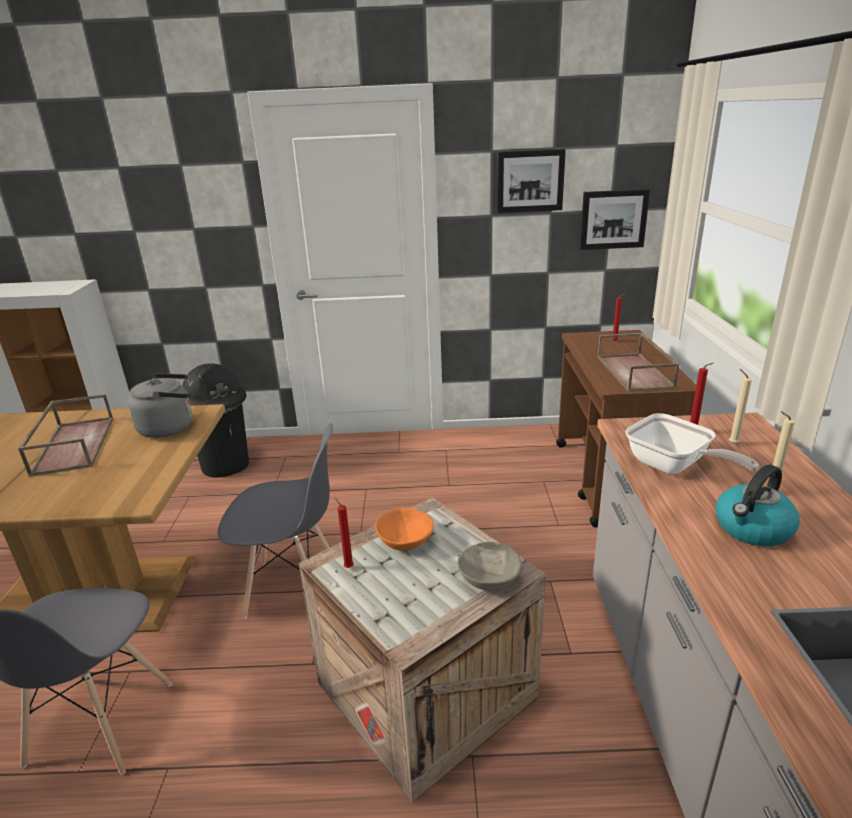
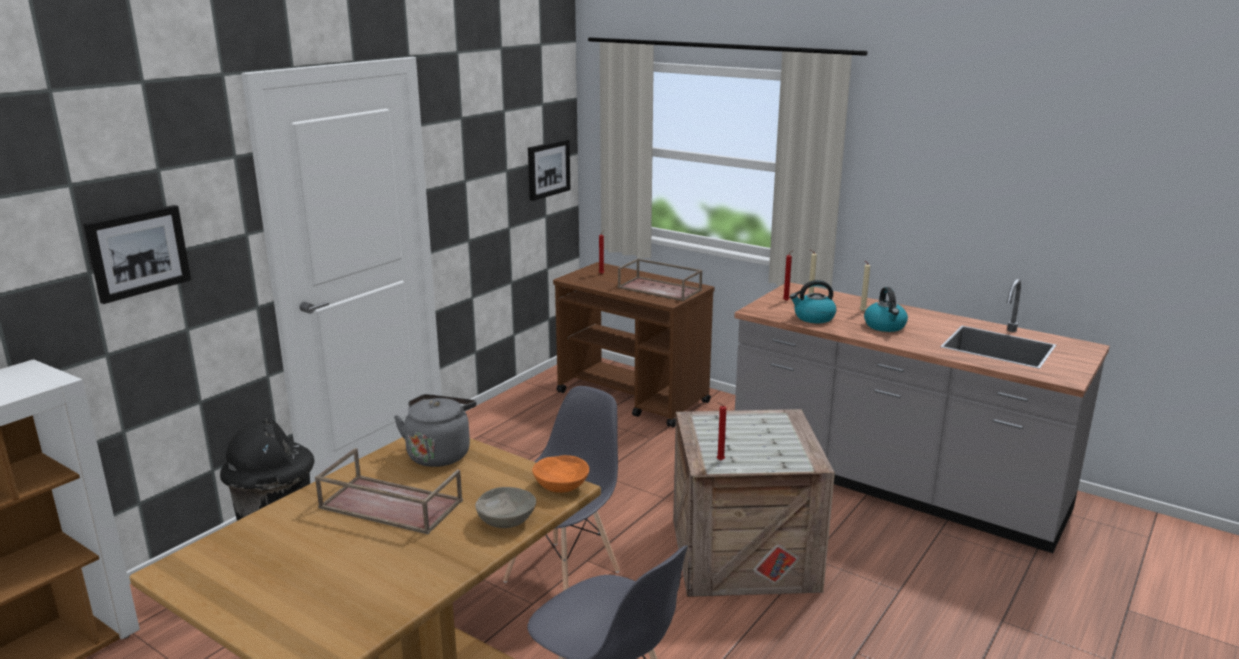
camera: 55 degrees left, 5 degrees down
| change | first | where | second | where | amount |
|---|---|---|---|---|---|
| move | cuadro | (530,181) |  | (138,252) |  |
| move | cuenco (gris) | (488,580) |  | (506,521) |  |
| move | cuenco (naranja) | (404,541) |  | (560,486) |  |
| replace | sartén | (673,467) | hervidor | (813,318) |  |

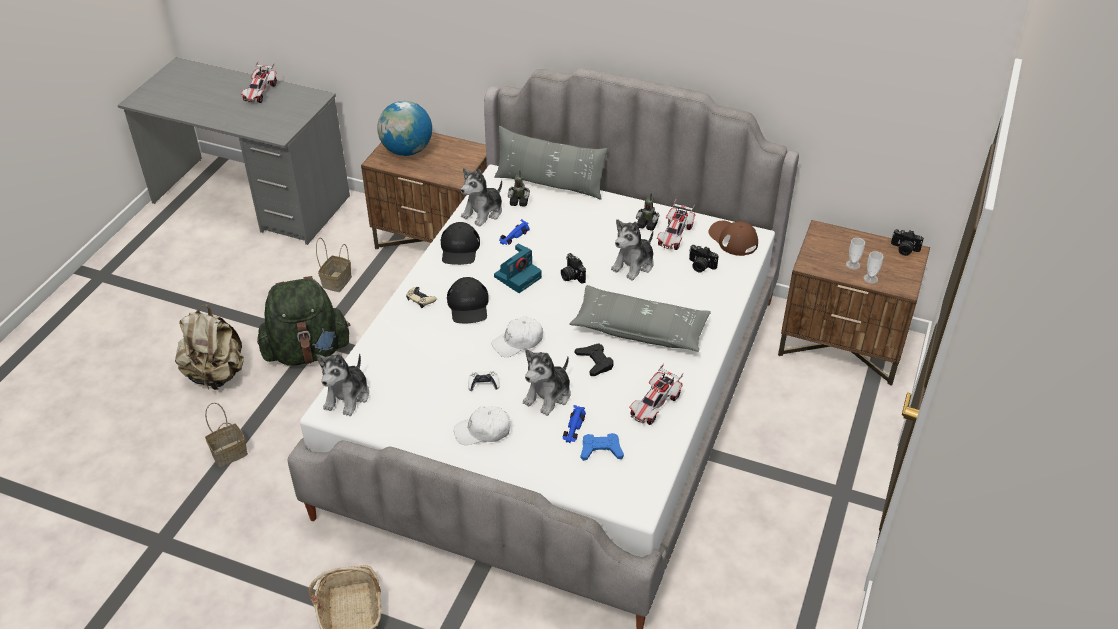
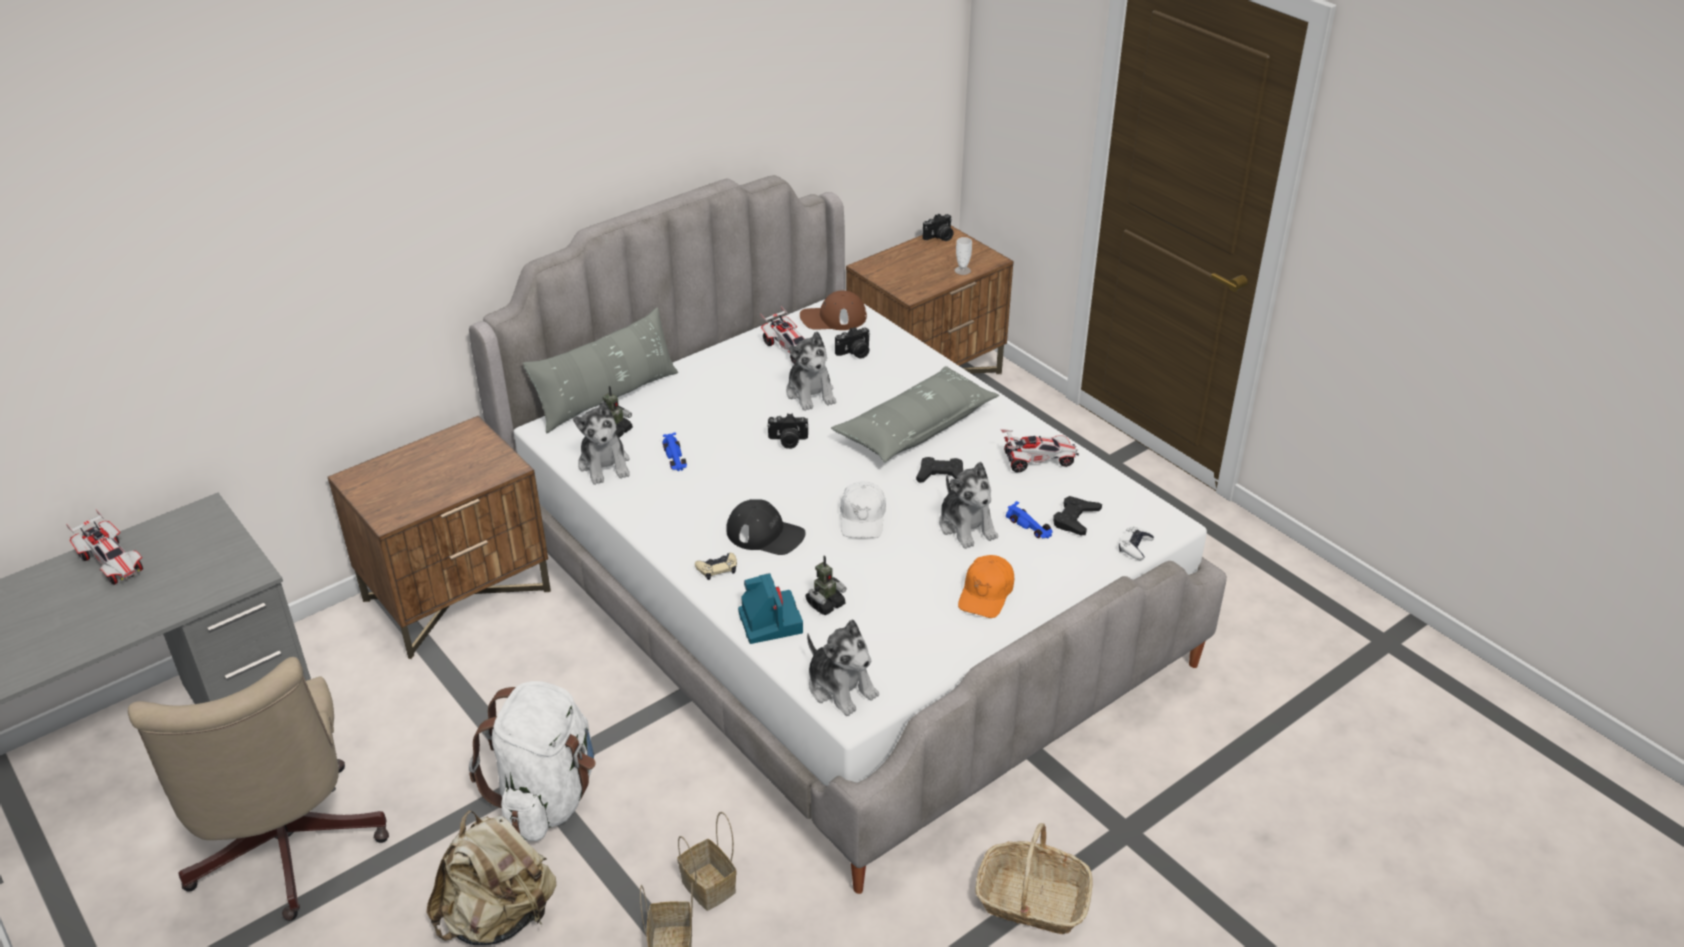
camera: 60 degrees left, 5 degrees down
| change | first | where | second | where | amount |
|---|---|---|---|---|---|
| insert |  |  | silla de oficina (beis) | (285,853) |  |
| recolor | mochila (verde) | (307,352) | mochila (blanco) | (547,797) |  |
| move | cesta | (337,282) |  | (710,887) |  |
| move | cámara | (518,276) |  | (769,621) |  |
| move | robot de juguete | (647,225) |  | (825,604) |  |
| recolor | gorra (blanco) | (483,431) | gorra (naranja) | (986,594) |  |
| rotate | coche de juguete | (655,406) |  | (1038,461) | 75 degrees counterclockwise |
| recolor | mando de consola (azul) | (601,450) | mando de consola (negro) | (1075,519) |  |
| move | mando de consola (blanco) | (483,384) |  | (1135,546) |  |
| delete | globo terráqueo | (407,151) |  |  |  |
| delete | gorra (negro) | (459,249) |  |  |  |
| delete | taza | (852,265) |  |  |  |

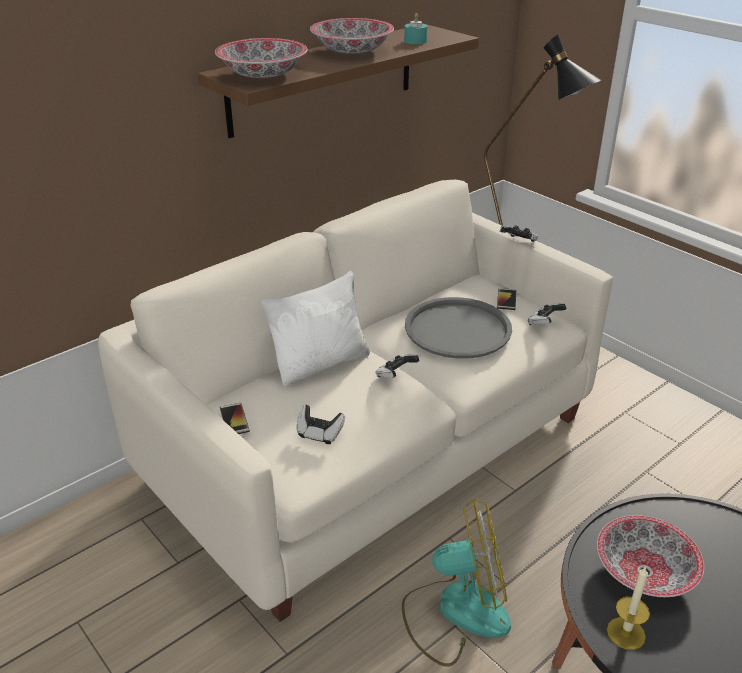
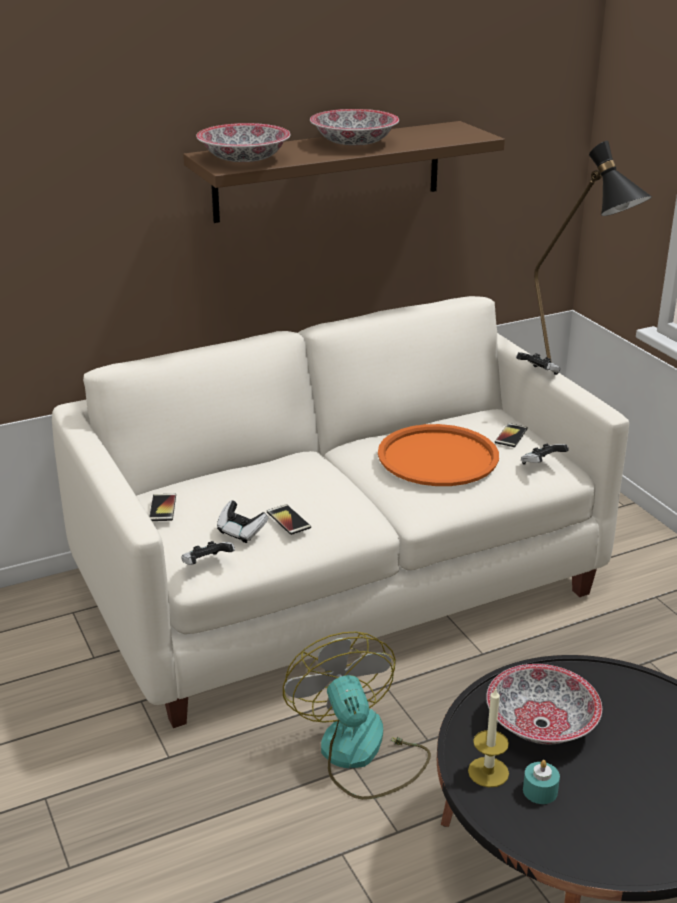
camera: 15 degrees right, 5 degrees down
| change | first | where | second | where | amount |
|---|---|---|---|---|---|
| move | mando de consola | (395,375) |  | (207,565) |  |
| insert |  |  | móvil | (288,520) |  |
| rotate | ventilador | (456,611) |  | (360,754) | 120 degrees counterclockwise |
| recolor | bandeja (gris) | (457,329) | bandeja (naranja) | (437,457) |  |
| move | vela (turquesa) | (415,41) |  | (540,791) |  |
| delete | cojín (blanco) | (320,363) |  |  |  |

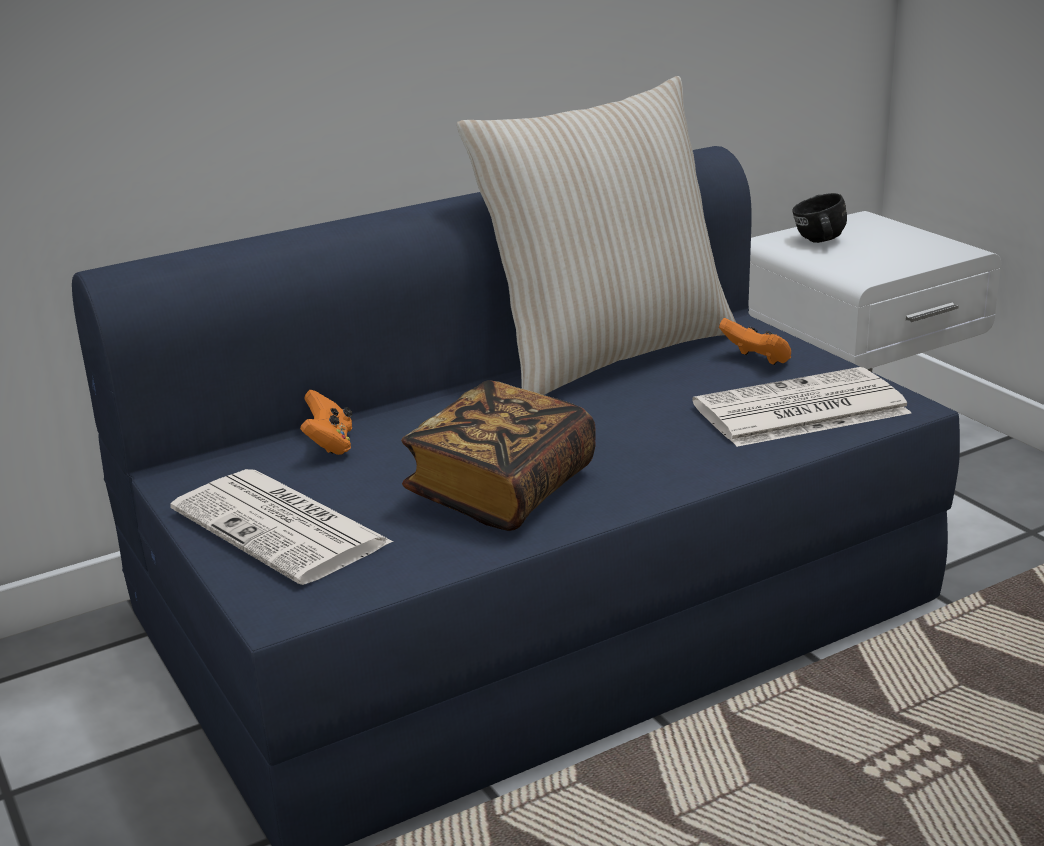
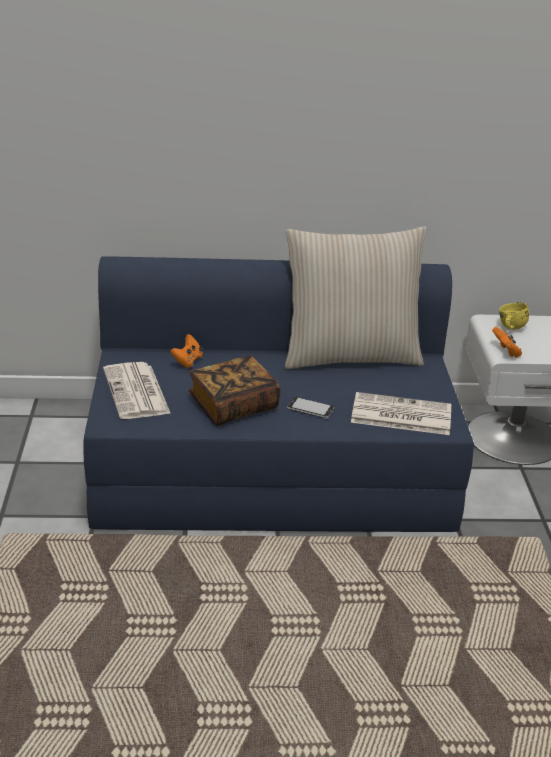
camera: 25 degrees right, 5 degrees up
| change | first | where | second | where | amount |
|---|---|---|---|---|---|
| insert |  |  | móvil | (310,409) |  |
| move | mando de consola (naranja) | (757,360) |  | (506,352) |  |
| recolor | taza grande (negro) | (818,242) | taza grande (amarillo) | (509,328) |  |

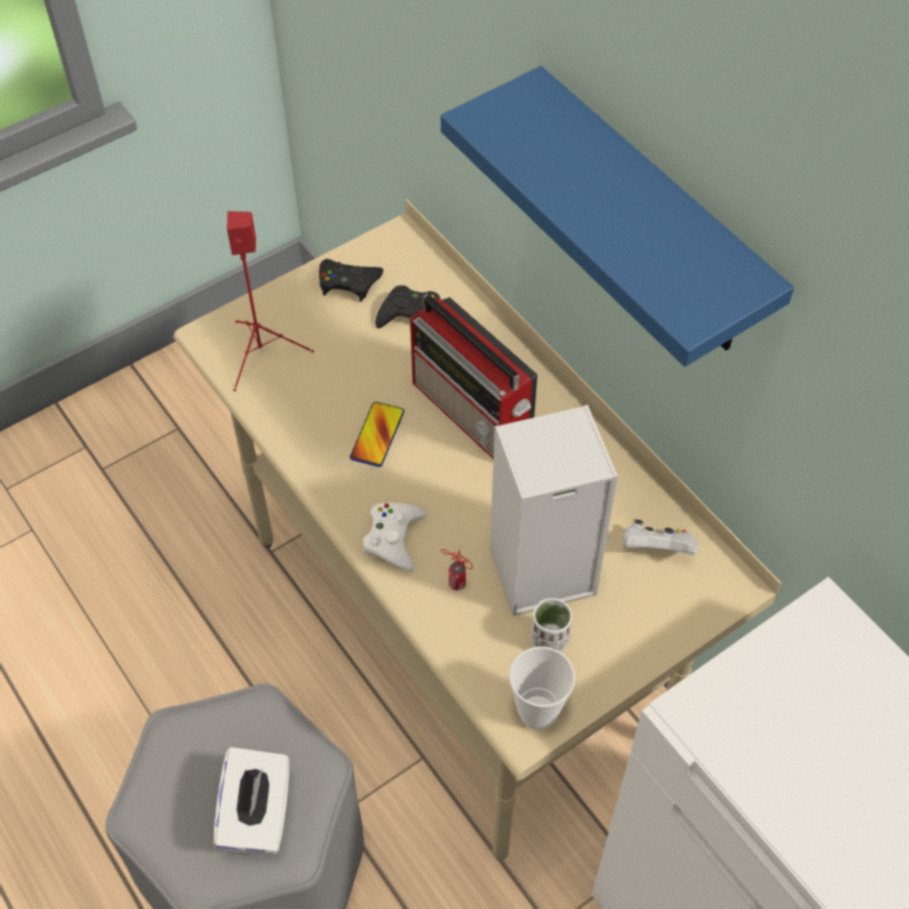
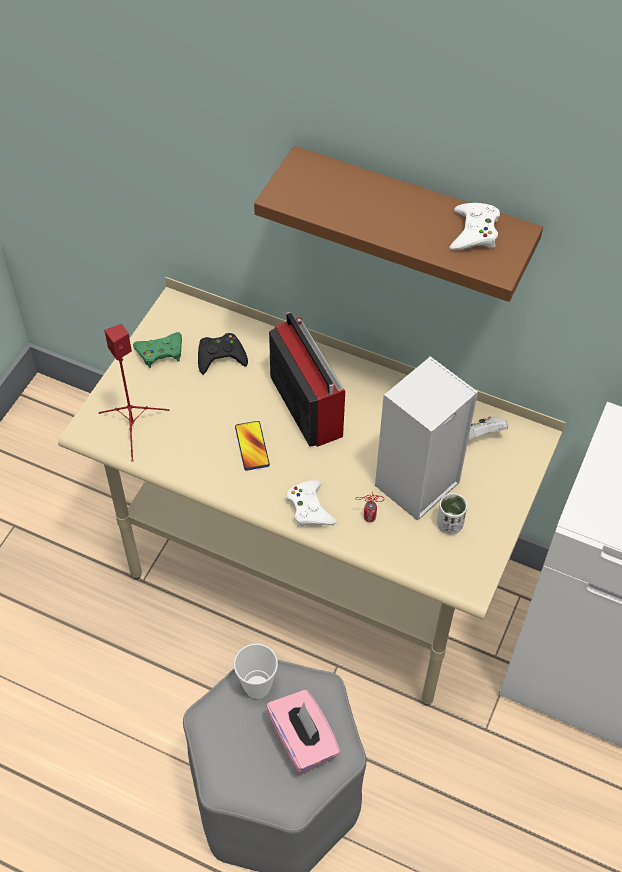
camera: 30 degrees left, 0 degrees up
| change | first | where | second | where | amount |
|---|---|---|---|---|---|
| recolor | mando de consola (negro) | (348,283) | mando de consola (verde) | (160,352) |  |
| move | taza | (537,712) |  | (257,687) |  |
| recolor | estante (azul) | (651,220) | estante (marrón) | (411,220) |  |
| recolor | caja de pañuelos (blanco) | (258,815) | caja de pañuelos (rosa) | (303,741) |  |
| rotate | radio | (473,414) |  | (305,403) | 135 degrees counterclockwise |
| insert |  |  | mando de consola (blanco) | (474,232) |  |

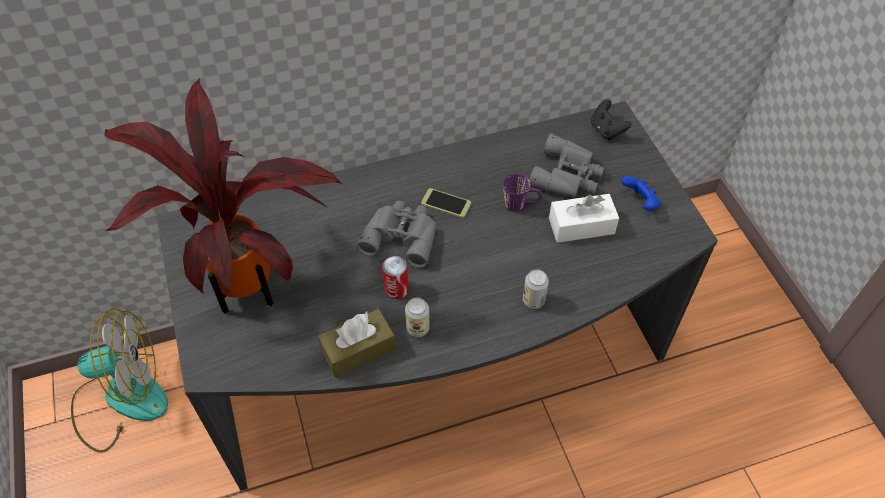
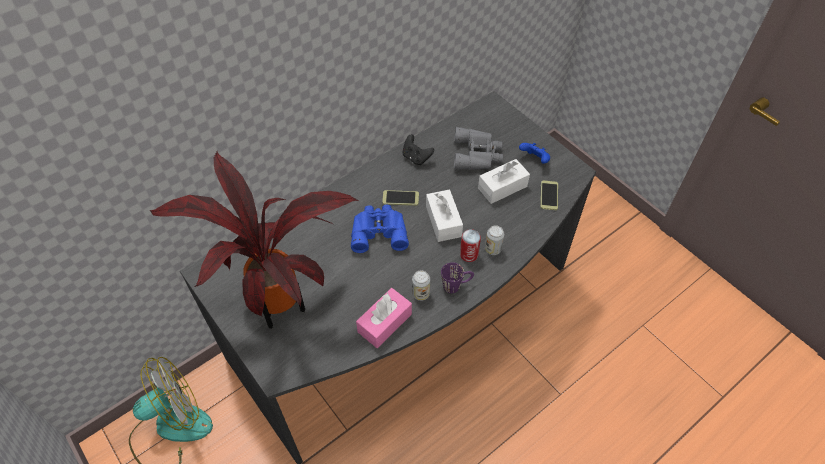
camera: 20 degrees left, 0 degrees up
| change | first | where | second | where | amount |
|---|---|---|---|---|---|
| recolor | prismáticos (gris) | (401,235) | prismáticos (azul) | (378,231) |  |
| recolor | caja de pañuelos (marrón) | (358,350) | caja de pañuelos (rosa) | (384,323) |  |
| move | mando de consola (negro) | (606,130) |  | (416,158) |  |
| insert |  |  | caja de pañuelos (blanco) | (443,221) |  |
| move | taza grande (morado) | (521,204) |  | (456,285) |  |
| move | lata | (396,289) |  | (469,254) |  |
| insert |  |  | móvil | (549,195) |  |

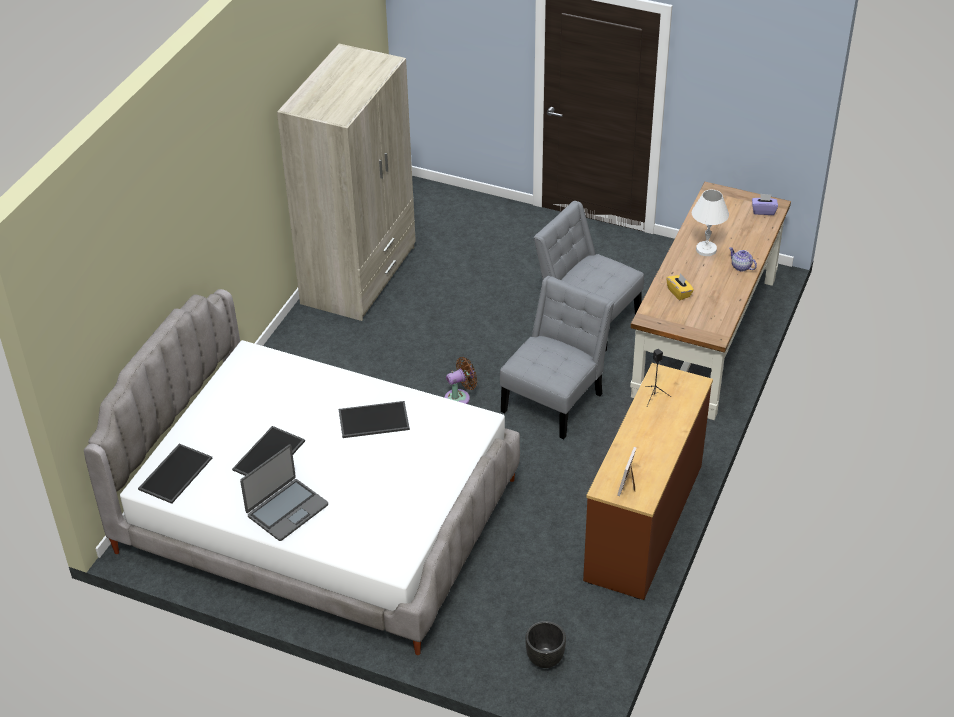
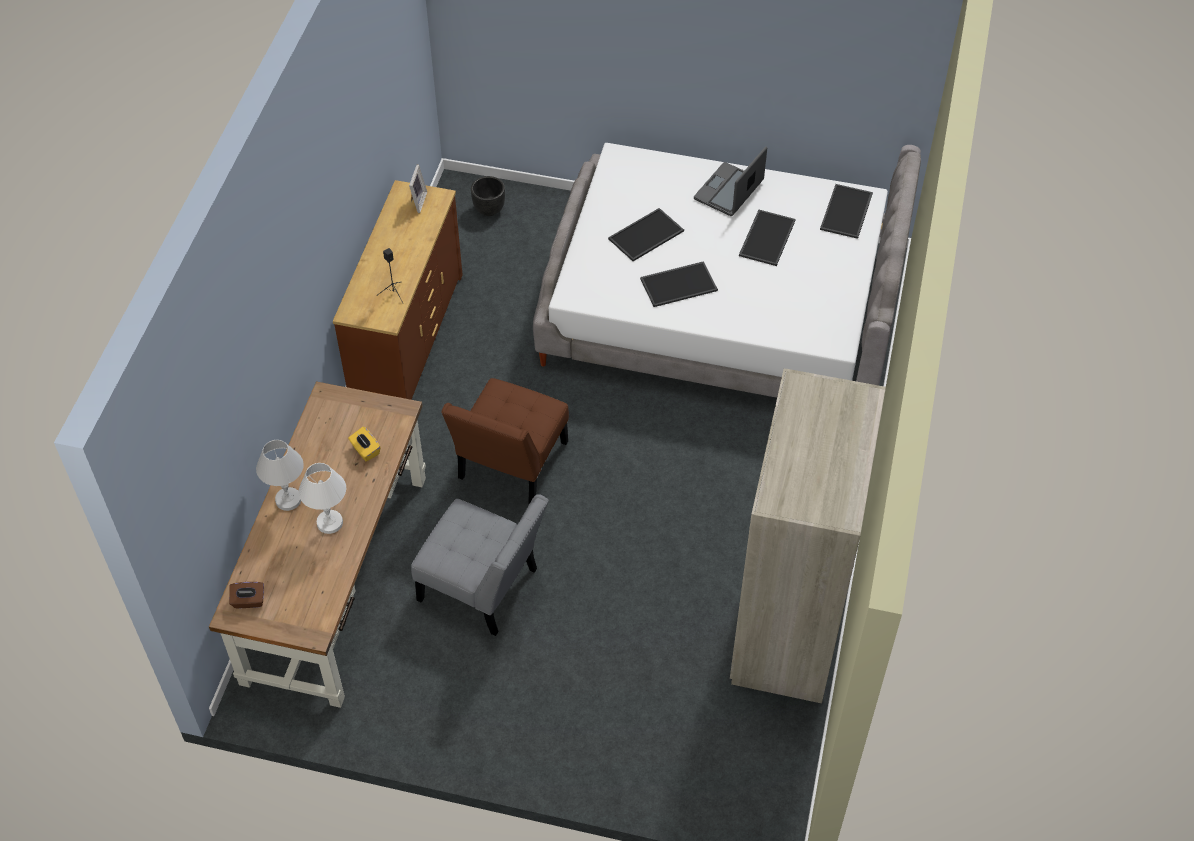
camera: 170 degrees right, 10 degrees up
| change | first | where | second | where | amount |
|---|---|---|---|---|---|
| recolor | caja de pañuelos (morado) | (763,211) | caja de pañuelos (marrón) | (248,601) |  |
| replace | tetera | (741,267) | lámpara de mesa (blanco) | (288,499) |  |
| recolor | silla (gris) | (555,399) | silla (marrón) | (510,465) |  |
| insert |  |  | bandeja | (646,236) |  |
| delete | ventilador (marrón) | (460,397) |  |  |  |

